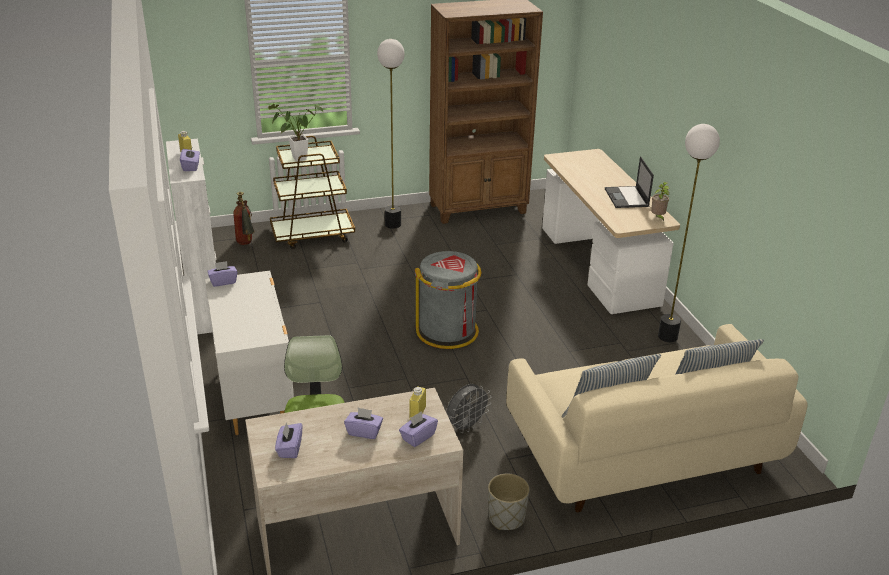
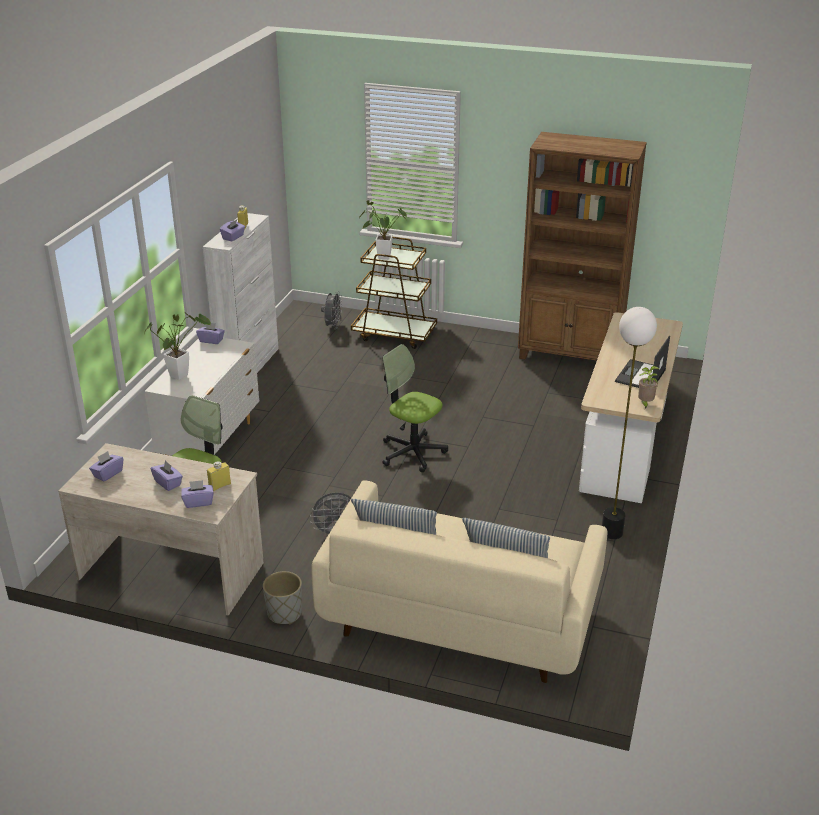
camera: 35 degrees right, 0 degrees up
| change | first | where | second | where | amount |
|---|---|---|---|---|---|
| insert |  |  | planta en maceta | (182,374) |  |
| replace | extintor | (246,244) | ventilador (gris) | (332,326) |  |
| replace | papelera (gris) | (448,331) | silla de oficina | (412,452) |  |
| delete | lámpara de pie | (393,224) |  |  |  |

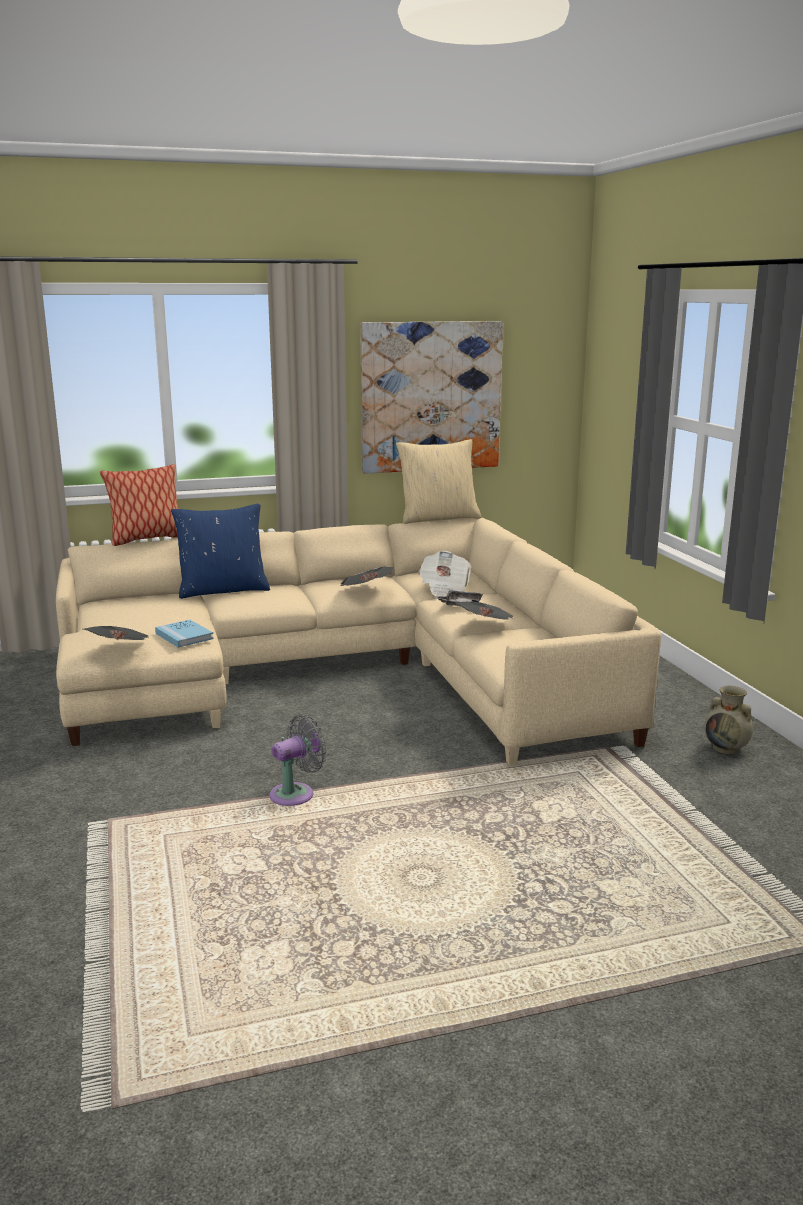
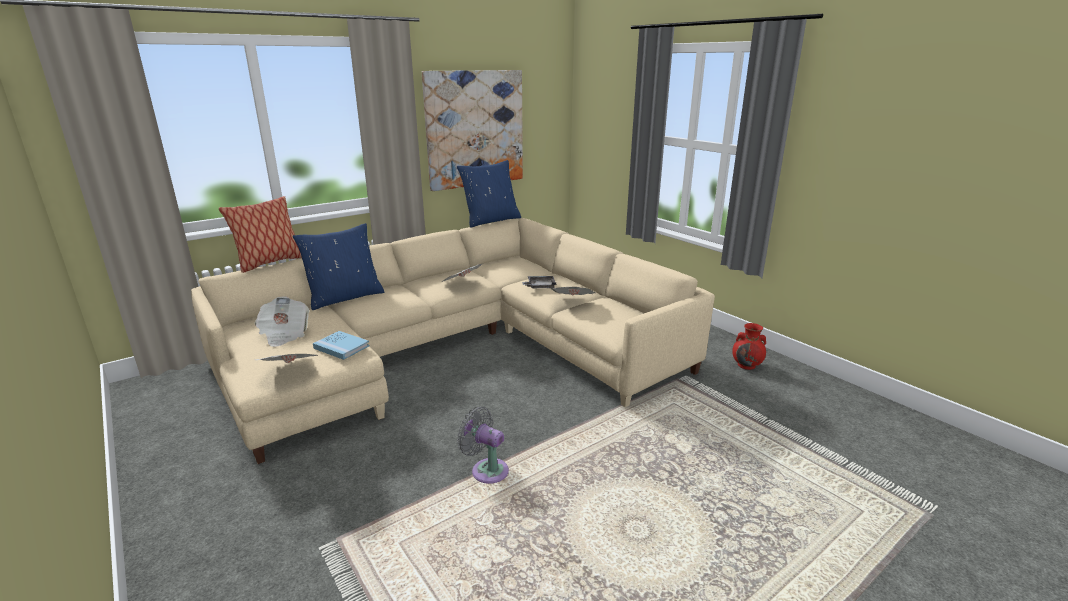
camera: 20 degrees left, 5 degrees up
| change | first | where | second | where | amount |
|---|---|---|---|---|---|
| move | periódico | (444,588) |  | (284,334) |  |
| recolor | cojín (beis) | (438,518) | cojín (azul) | (491,220) |  |
| rotate | ventilador (gris) | (296,794) |  | (486,470) | 90 degrees counterclockwise |
| recolor | florero (beis) | (726,748) | florero (rojo) | (747,365) |  |

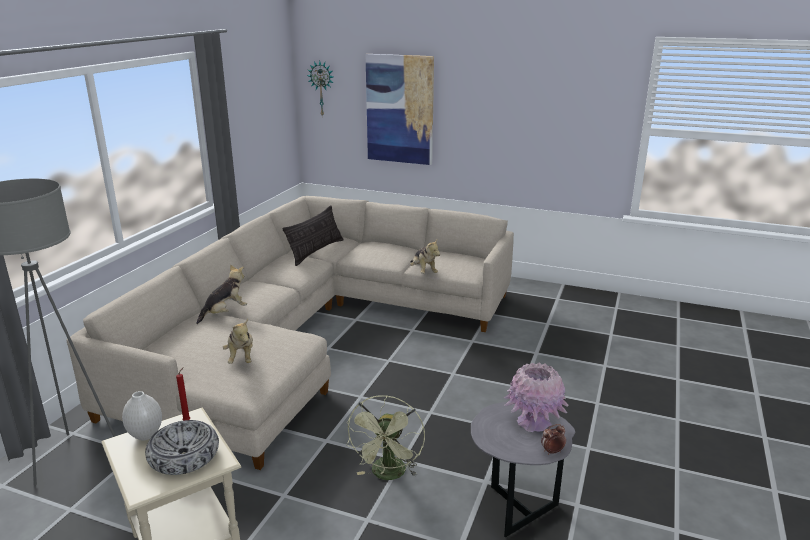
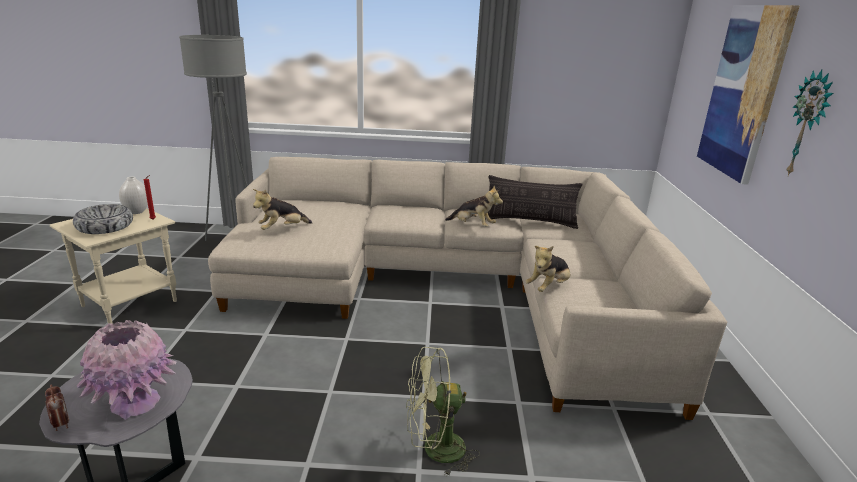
camera: 70 degrees right, 0 degrees up
| change | first | where | second | where | amount |
|---|---|---|---|---|---|
| move | ventilador (verde) | (388,475) |  | (435,450) |  |
| move | peluche | (225,313) |  | (473,226) |  |
| move | reloj de pared | (322,88) |  | (809,125) |  |

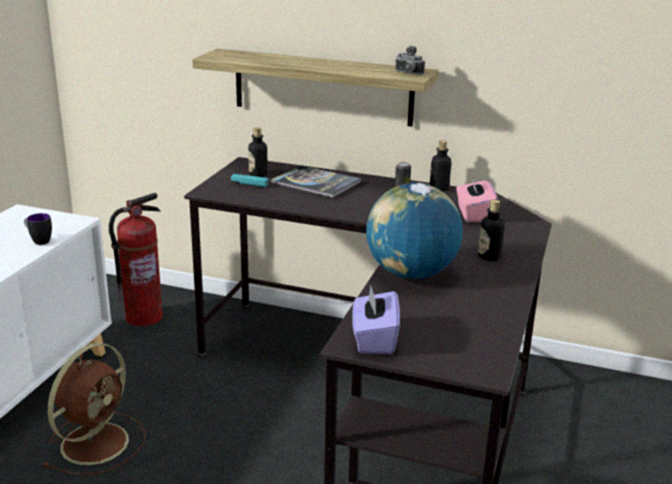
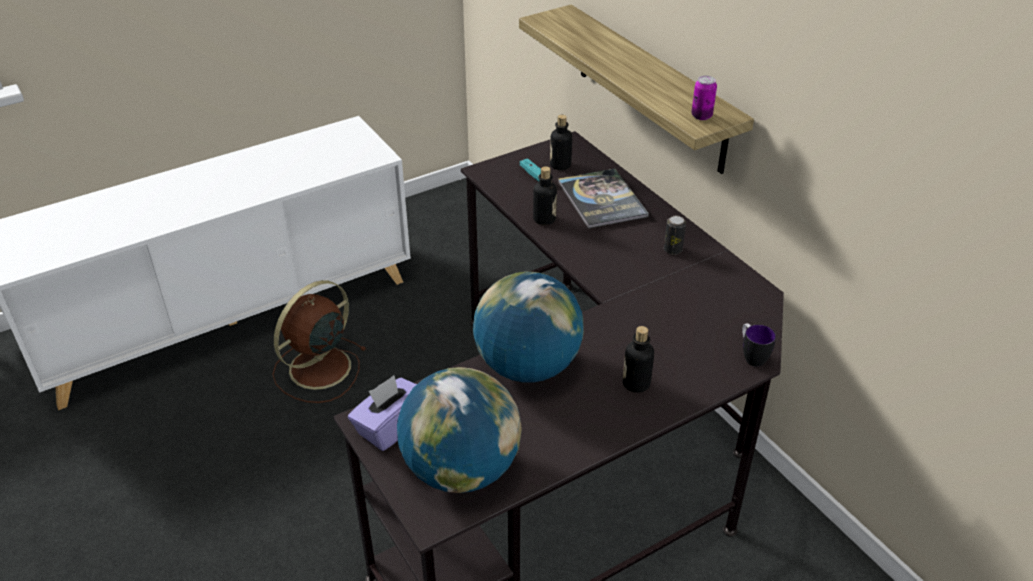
camera: 40 degrees right, 15 degrees up
| change | first | where | second | where | amount |
|---|---|---|---|---|---|
| rotate | ventilador (marrón) | (97,441) |  | (318,369) | 150 degrees clockwise |
| insert |  |  | globo terráqueo | (461,469) |  |
| move | botella | (439,189) |  | (544,219) |  |
| replace | cámara | (408,73) | lata | (701,116) |  |
| move | taza grande | (38,241) |  | (751,356) |  |
| delete | extintor | (144,318) |  |  |  |
| delete | caja de pañuelos (rosa) | (473,214) |  |  |  |

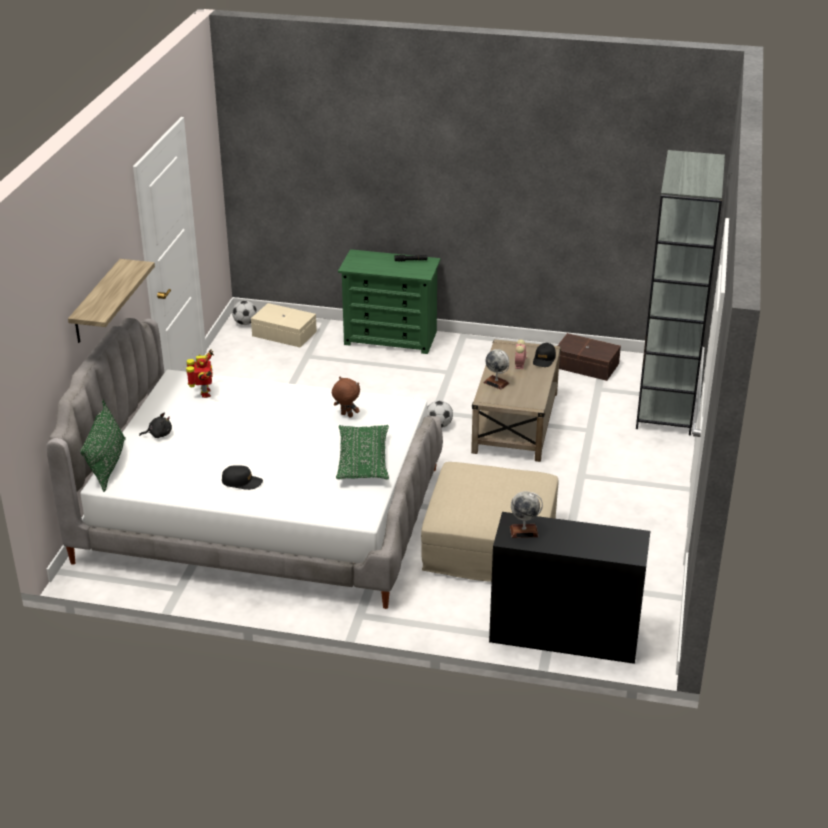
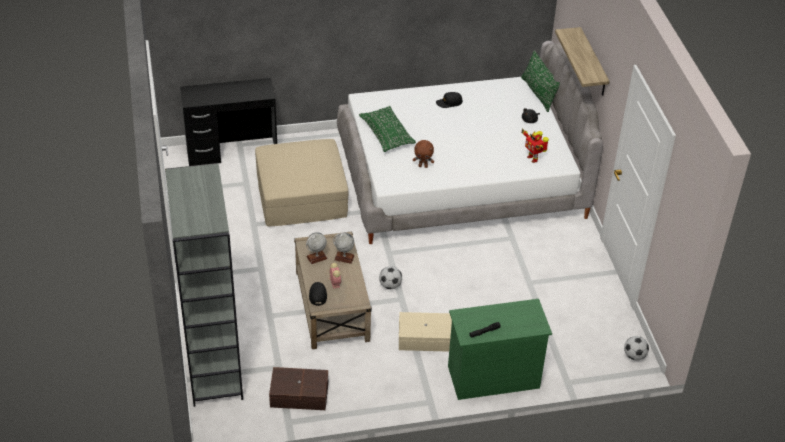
camera: 155 degrees right, 10 degrees up
| change | first | where | second | where | amount |
|---|---|---|---|---|---|
| move | globo terráqueo | (524,531) |  | (316,257) |  |
| move | caja de almacenaje (beis) | (284,333) |  | (425,339) |  |

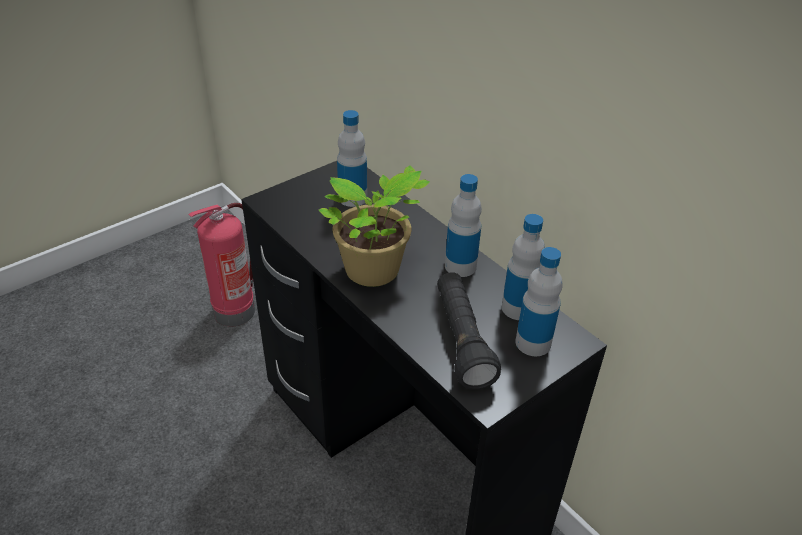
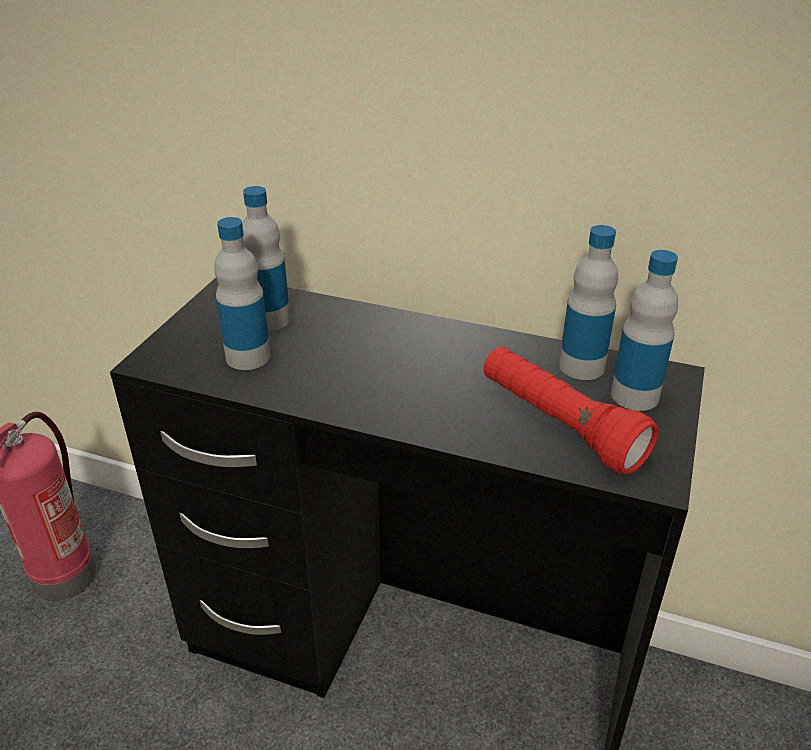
camera: 30 degrees left, 5 degrees down
| change | first | where | second | where | amount |
|---|---|---|---|---|---|
| move | botella | (460,266) |  | (248,357) |  |
| recolor | linterna (negro) | (461,340) | linterna (rojo) | (559,425) |  |
| delete | planta en maceta | (374,272) |  |  |  |

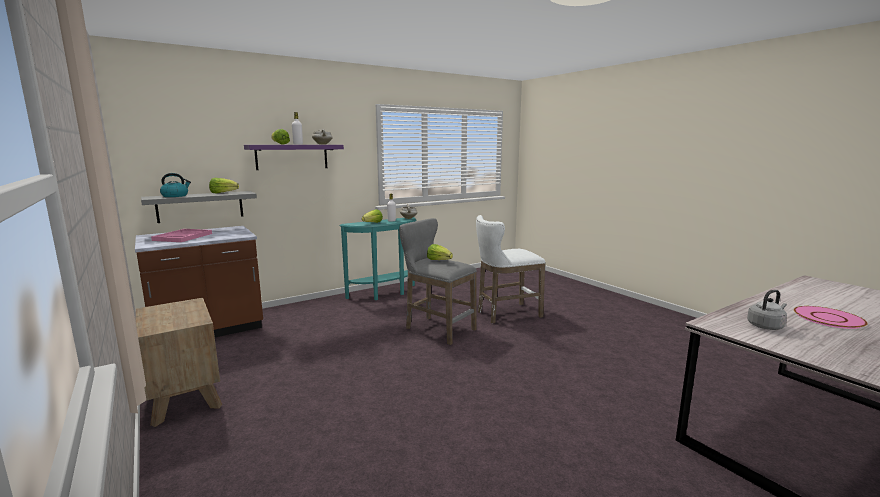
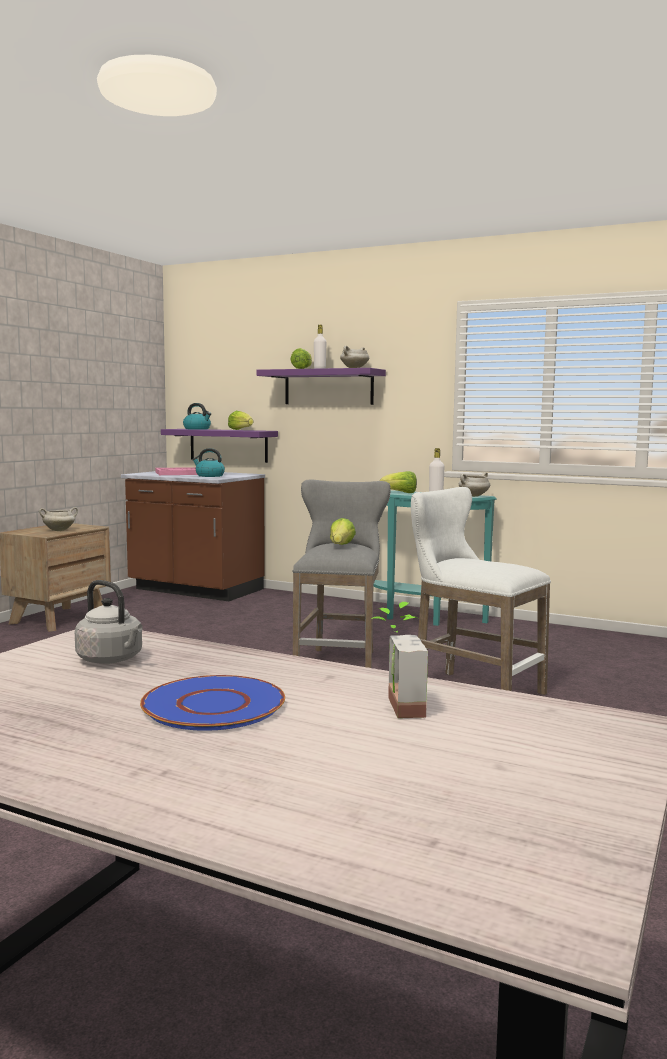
camera: 60 degrees right, 5 degrees down
| change | first | where | second | where | amount |
|---|---|---|---|---|---|
| insert |  |  | olla (blanco) | (59,530) |  |
| recolor | plato (rosa) | (828,318) | plato (azul) | (214,705) |  |
| recolor | estante (gris) | (200,206) | estante (morado) | (228,445) |  |
| insert |  |  | hervidor | (209,476) |  |
| insert |  |  | planta en maceta | (394,707) |  |

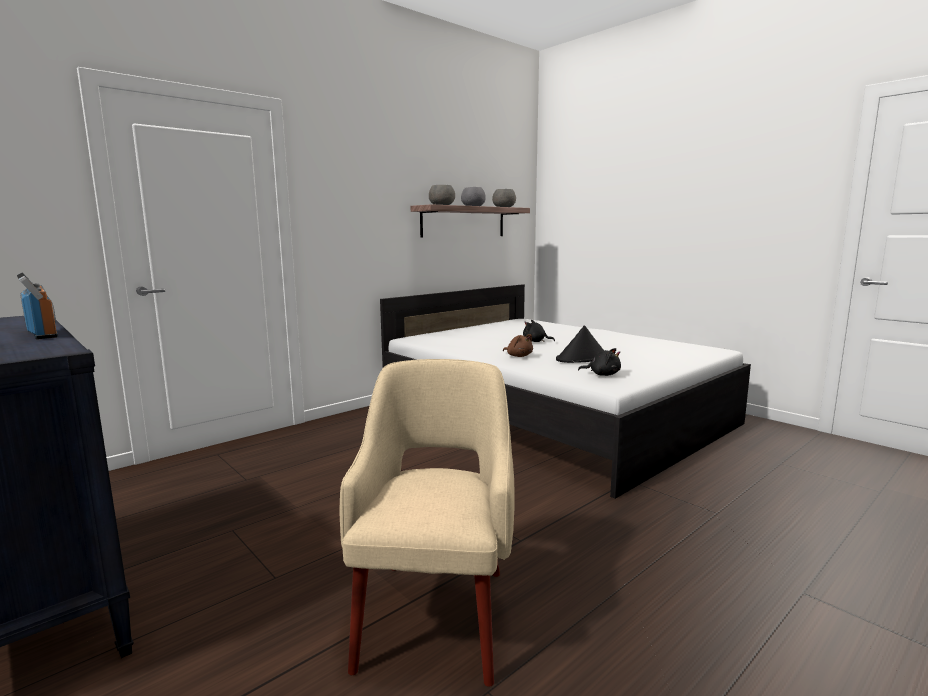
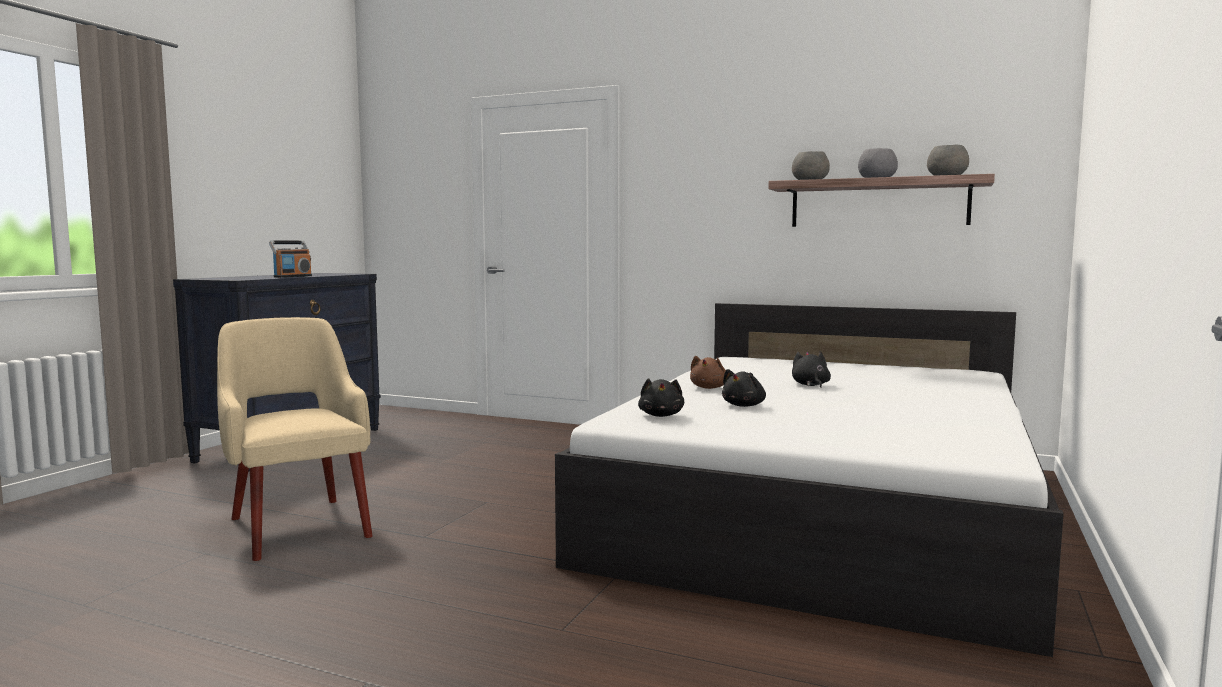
camera: 65 degrees right, 5 degrees down
| change | first | where | second | where | amount |
|---|---|---|---|---|---|
| rotate | sillón (beis) | (435,612) |  | (298,525) | 105 degrees counterclockwise |
| replace | sombrero (negro) | (582,359) | peluche (negro) | (744,405) |  |

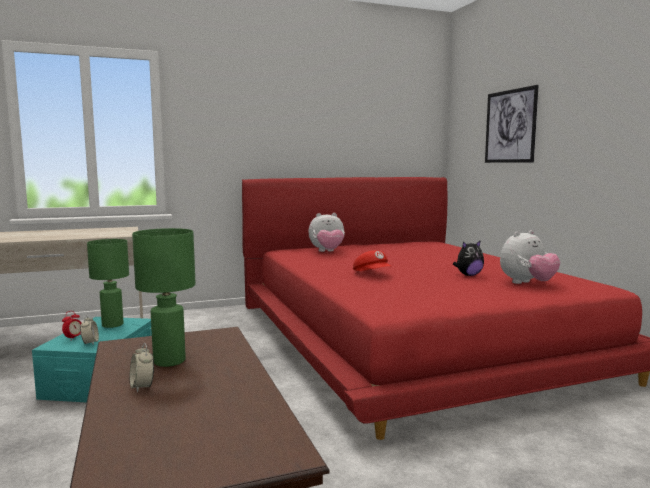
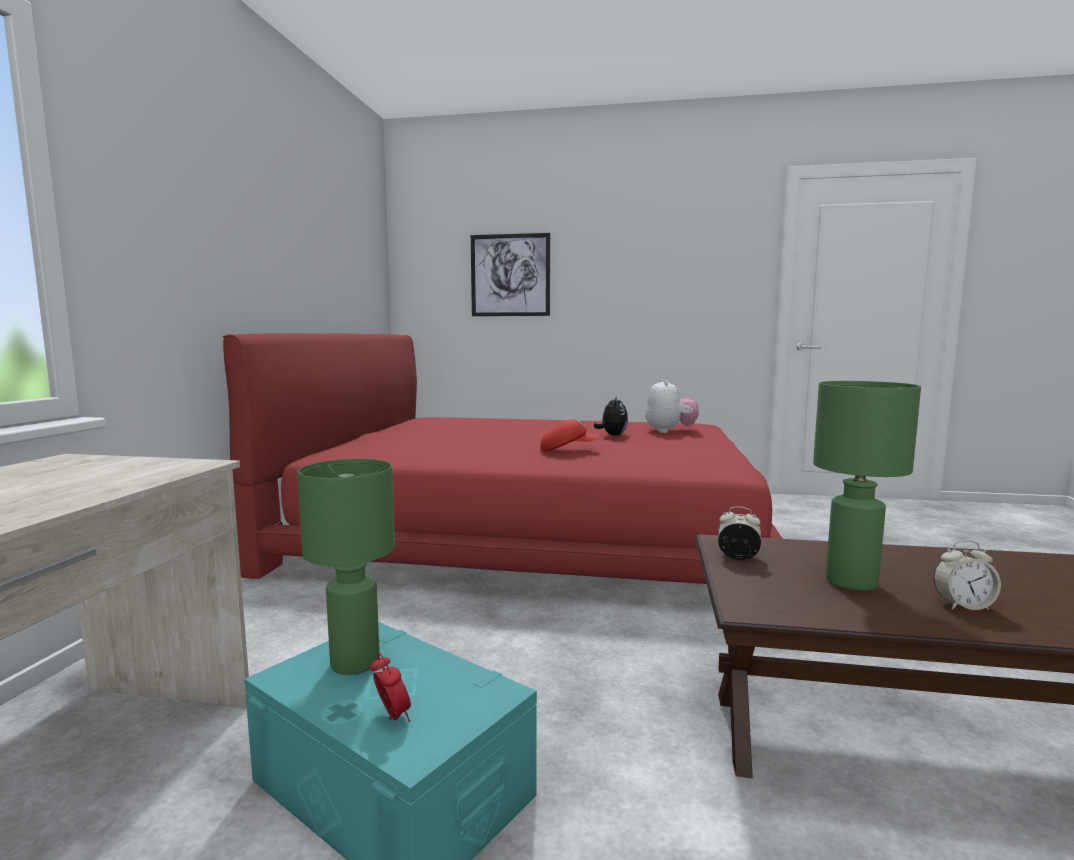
camera: 60 degrees left, 0 degrees up
| change | first | where | second | where | amount |
|---|---|---|---|---|---|
| move | despertador | (90,343) |  | (738,557) |  |
| delete | peluche | (327,252) |  |  |  |

